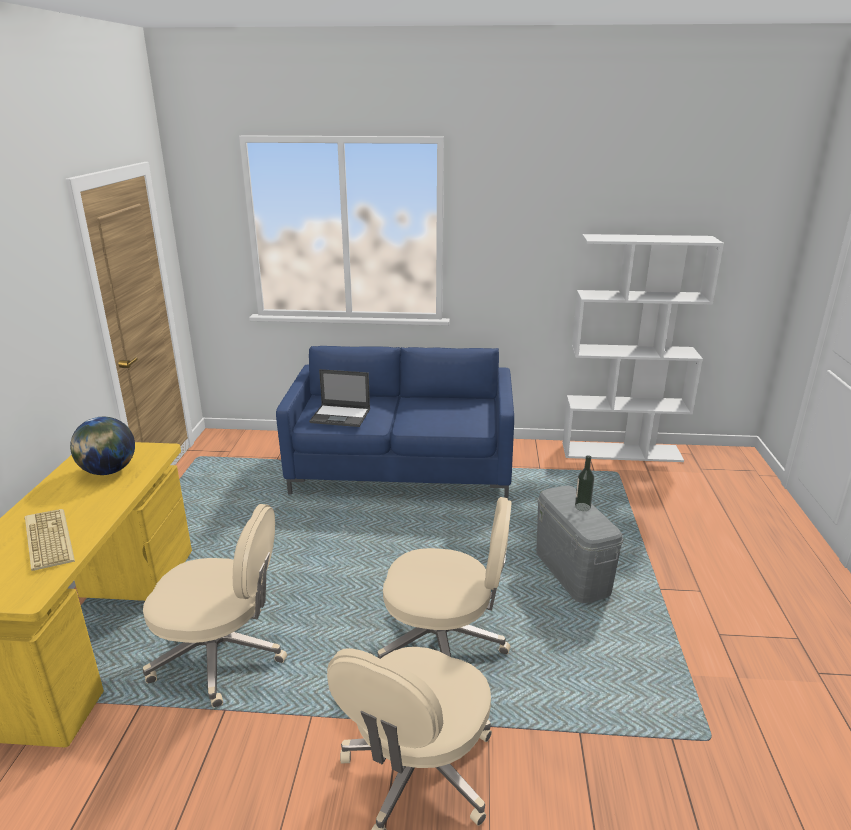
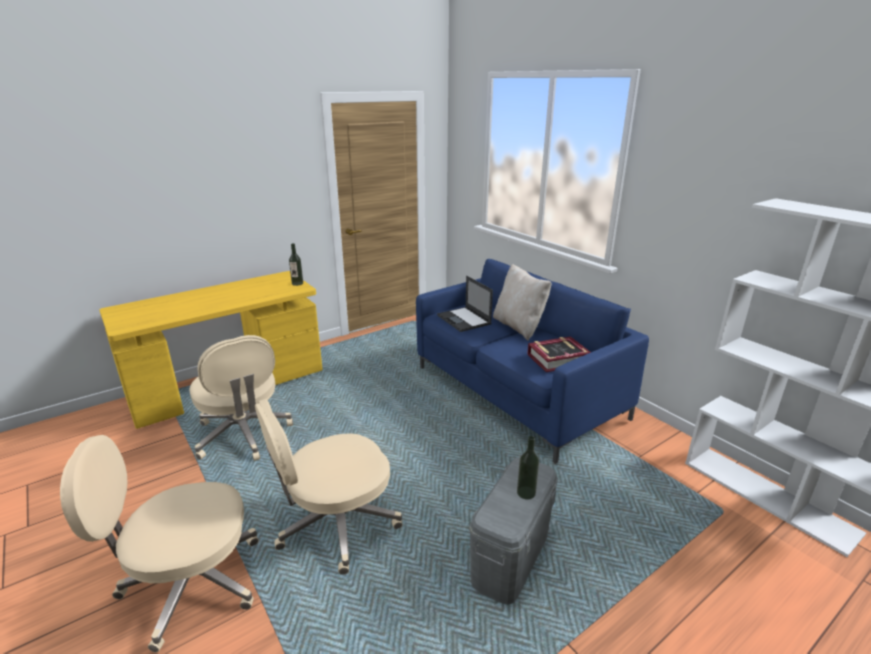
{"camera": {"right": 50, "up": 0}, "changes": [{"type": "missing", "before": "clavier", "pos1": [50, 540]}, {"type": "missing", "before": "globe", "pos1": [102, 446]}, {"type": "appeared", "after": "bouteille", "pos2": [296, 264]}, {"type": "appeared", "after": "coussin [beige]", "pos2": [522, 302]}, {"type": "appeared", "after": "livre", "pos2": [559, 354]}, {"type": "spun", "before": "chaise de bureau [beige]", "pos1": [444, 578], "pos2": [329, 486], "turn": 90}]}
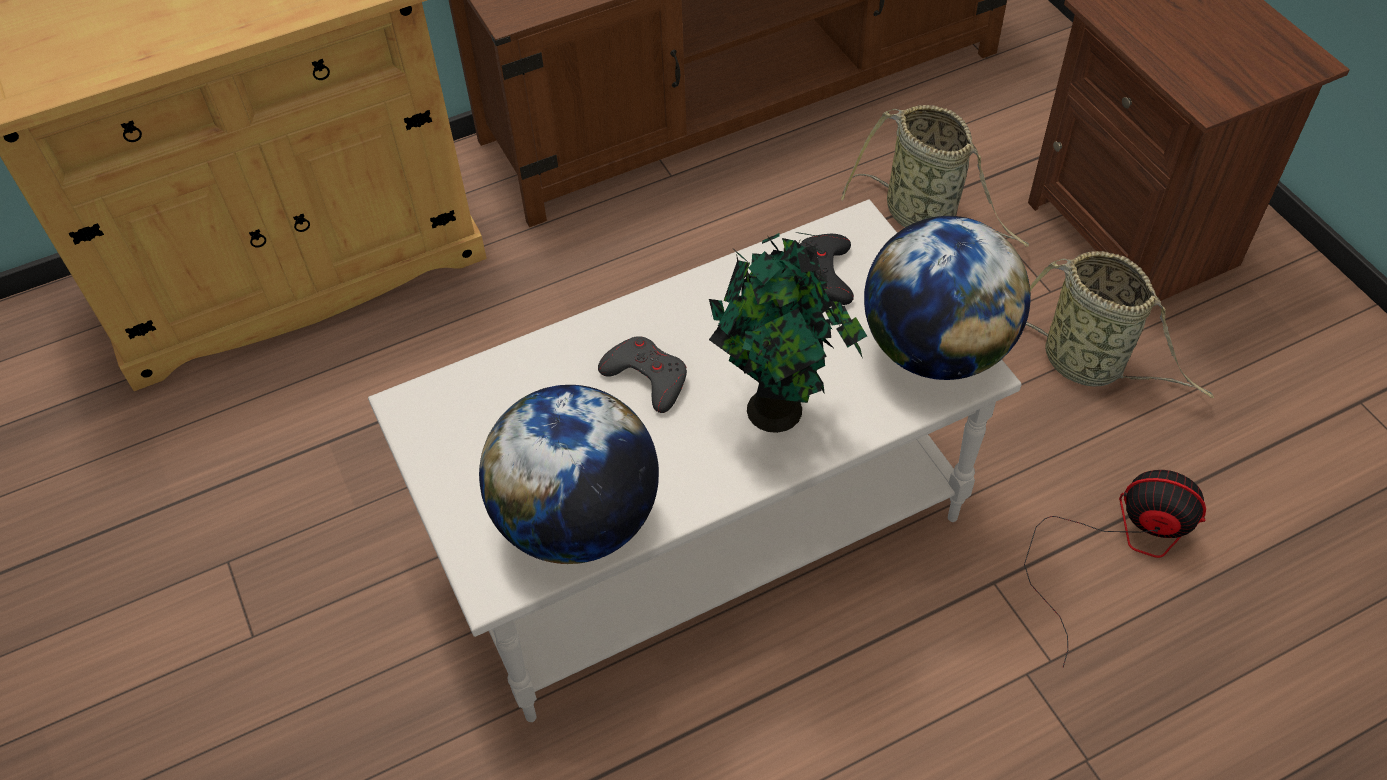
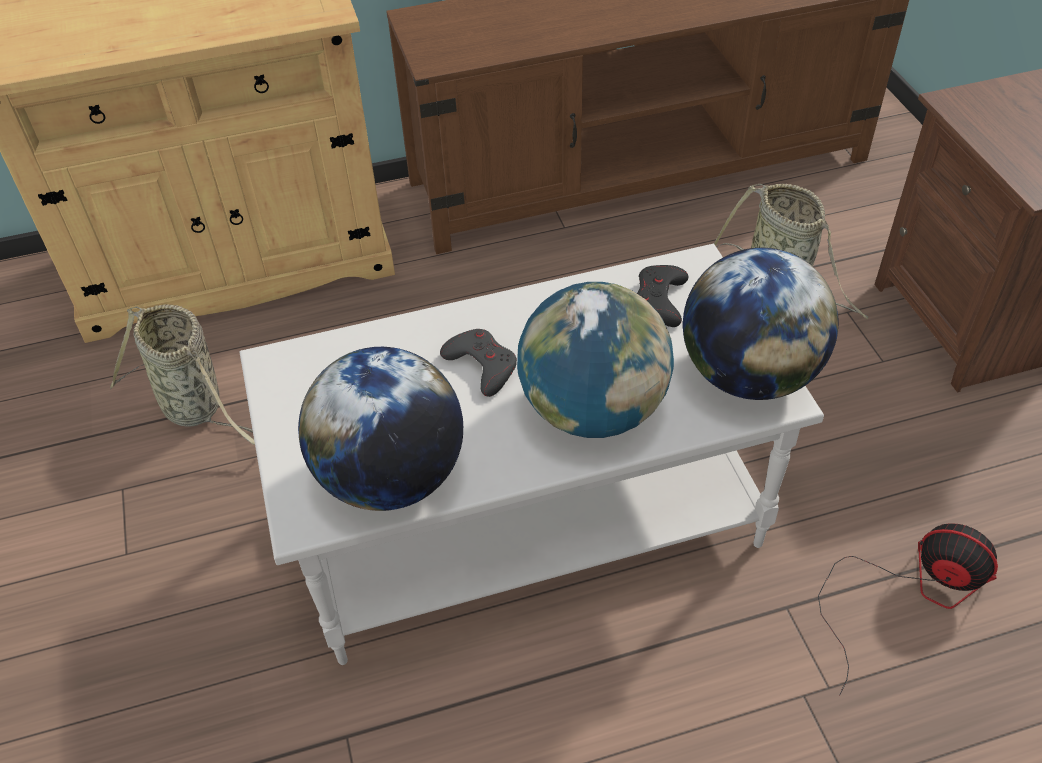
{"camera": {"right": 10, "up": -5}, "changes": [{"type": "relocated", "before": "panier", "pos1": [1120, 324], "pos2": [182, 374]}, {"type": "exchanged", "before": "plante en pot", "after": "globe", "pos1": [788, 333], "pos2": [595, 360]}]}
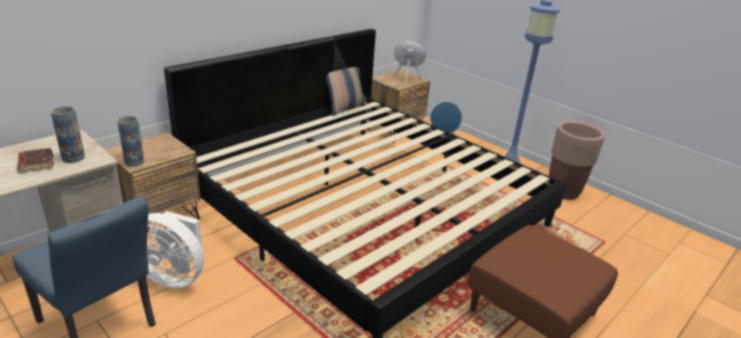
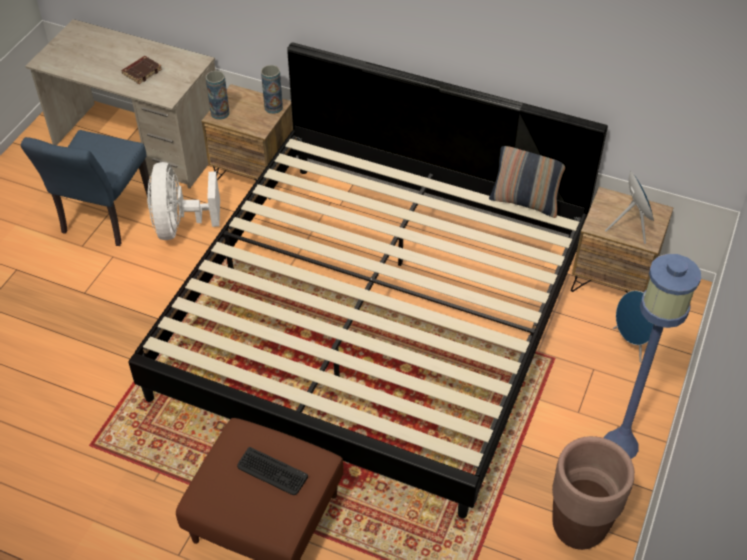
{"camera": {"right": 70, "up": 20}, "changes": [{"type": "appeared", "after": "clavier", "pos2": [272, 471]}, {"type": "relocated", "before": "vase", "pos1": [68, 134], "pos2": [272, 89]}]}
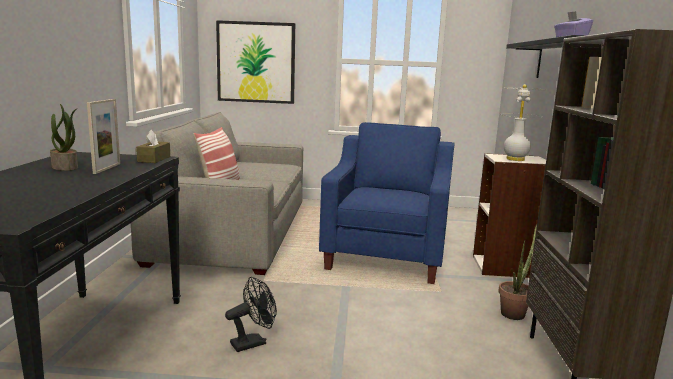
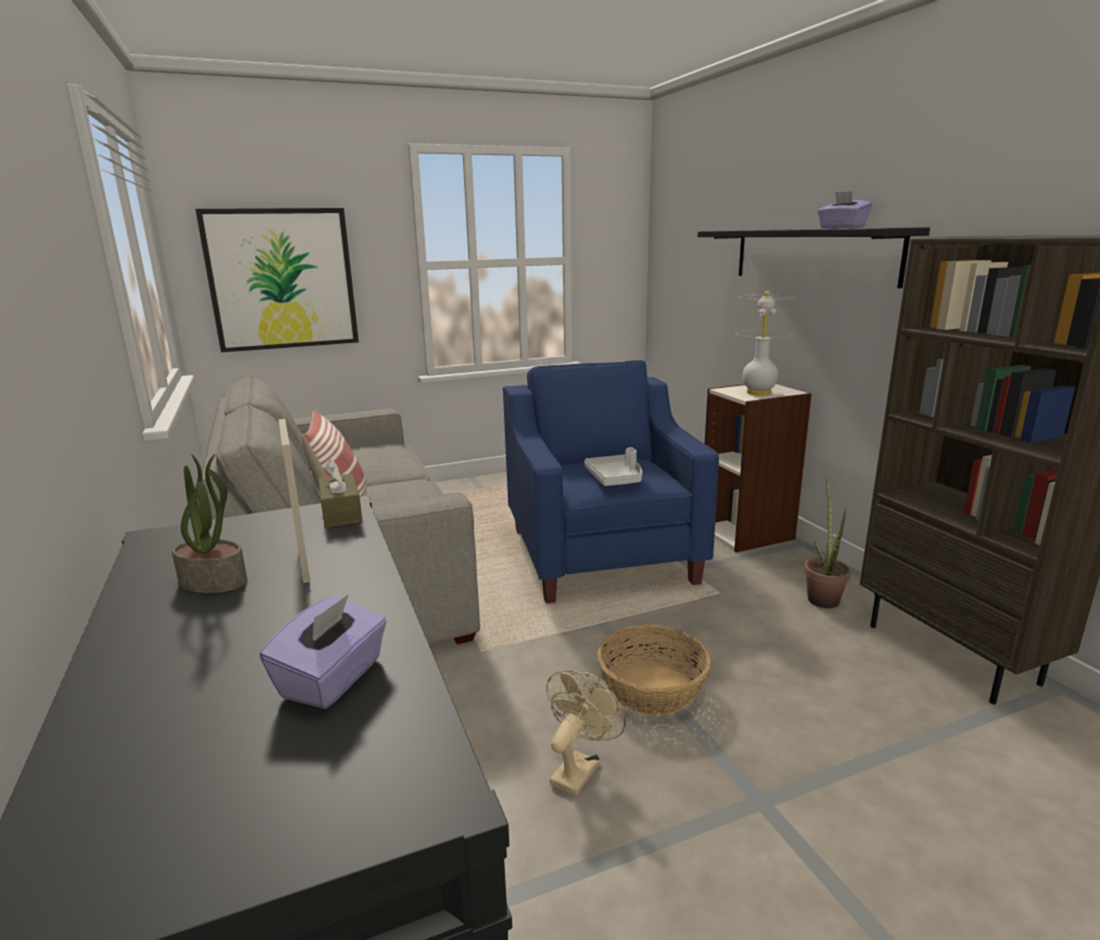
{"camera": {"right": -25, "up": 5}, "changes": [{"type": "appeared", "after": "boîte à mouchoirs [violet]", "pos2": [323, 651]}, {"type": "appeared", "after": "plateau [gris]", "pos2": [613, 466]}, {"type": "appeared", "after": "panier", "pos2": [654, 670]}, {"type": "colour", "before": "ventilateur [noir]", "after": "ventilateur [beige]", "pos1": [251, 314], "pos2": [586, 733]}]}
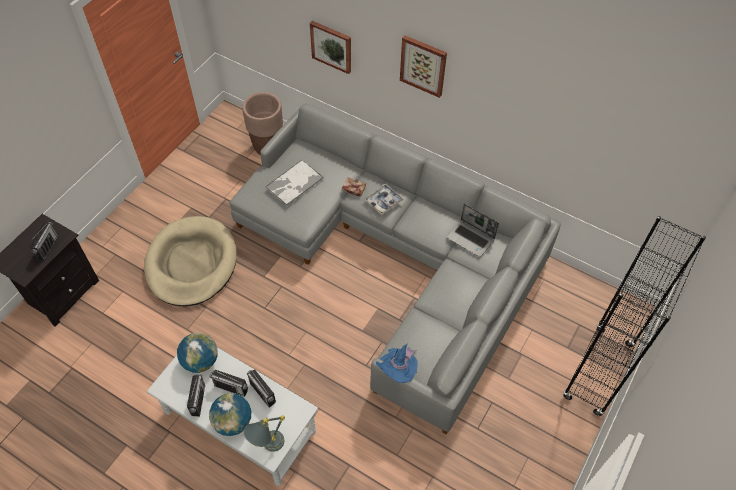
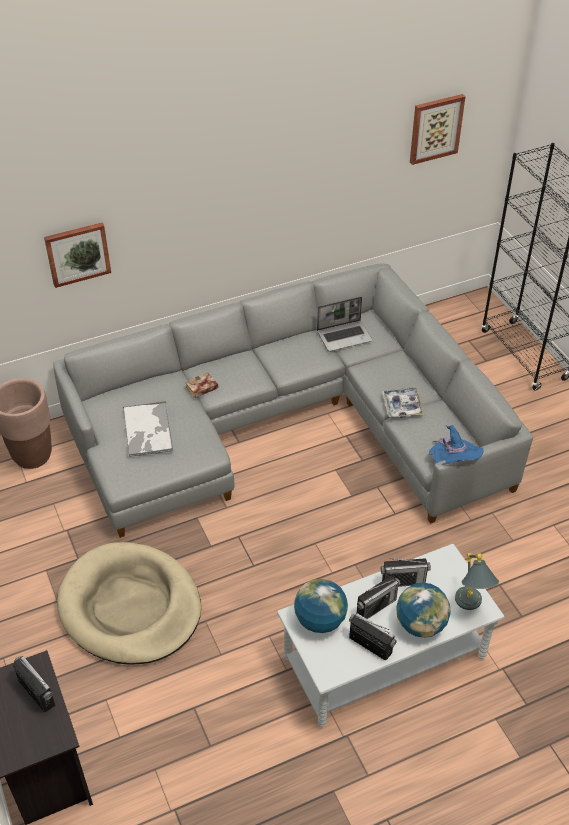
{"camera": {"right": -55, "up": -10}, "changes": [{"type": "relocated", "before": "plateau", "pos1": [383, 199], "pos2": [403, 402]}, {"type": "relocated", "before": "tableau", "pos1": [423, 66], "pos2": [437, 129]}]}
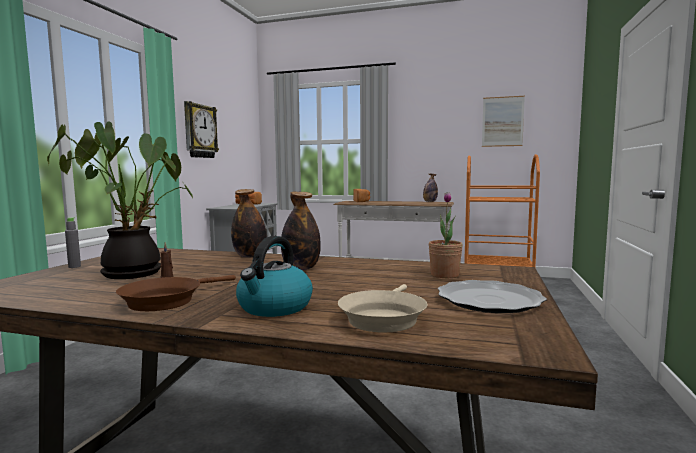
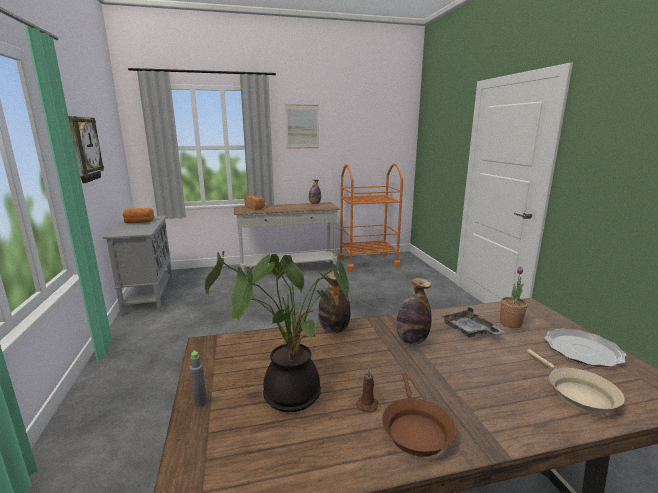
{"camera": {"right": -30, "up": 10}, "changes": [{"type": "missing", "before": "bouilloire", "pos1": [274, 276]}, {"type": "appeared", "after": "plateau [gris]", "pos2": [472, 322]}, {"type": "relocated", "before": "tableau", "pos1": [503, 121], "pos2": [302, 126]}]}
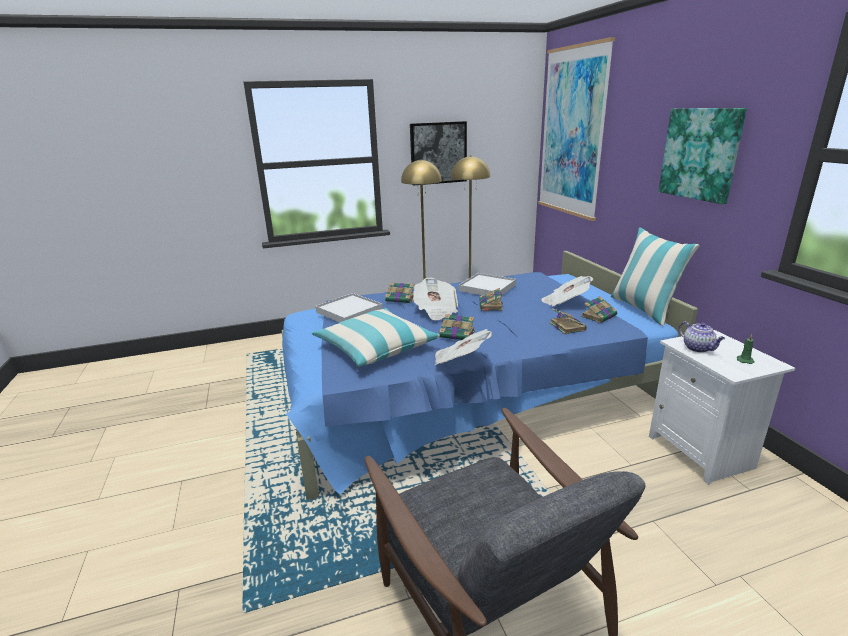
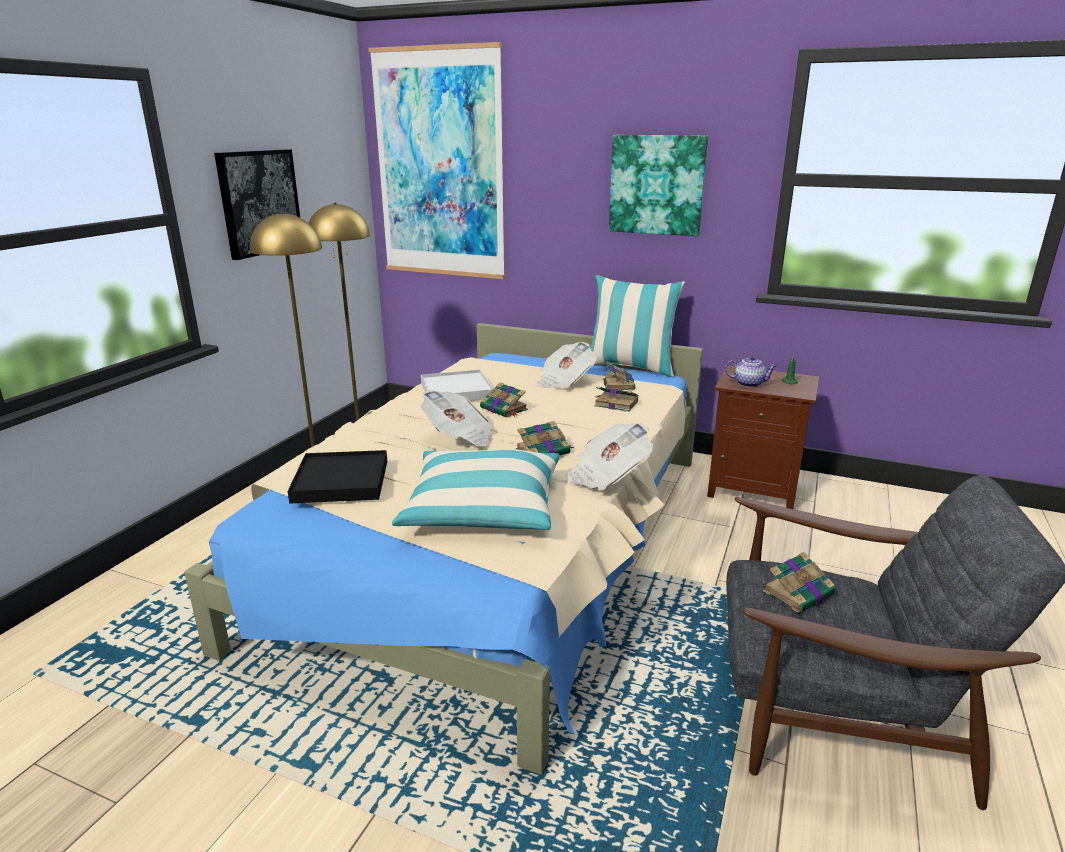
{"camera": {"right": -50, "up": 0}, "changes": [{"type": "relocated", "before": "livre", "pos1": [399, 292], "pos2": [799, 582]}, {"type": "colour", "before": "lit [bleu]", "after": "lit [beige]", "pos1": [490, 375], "pos2": [443, 548]}, {"type": "colour", "before": "plateau [blanc]", "after": "plateau [noir]", "pos1": [348, 308], "pos2": [337, 477]}, {"type": "colour", "before": "table de chevet [blanc]", "after": "table de chevet [marron]", "pos1": [722, 407], "pos2": [763, 437]}]}
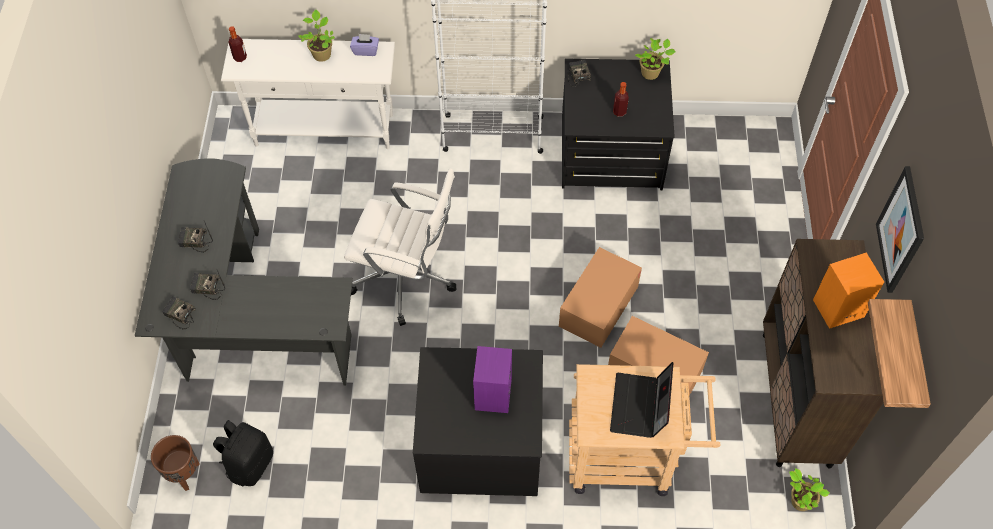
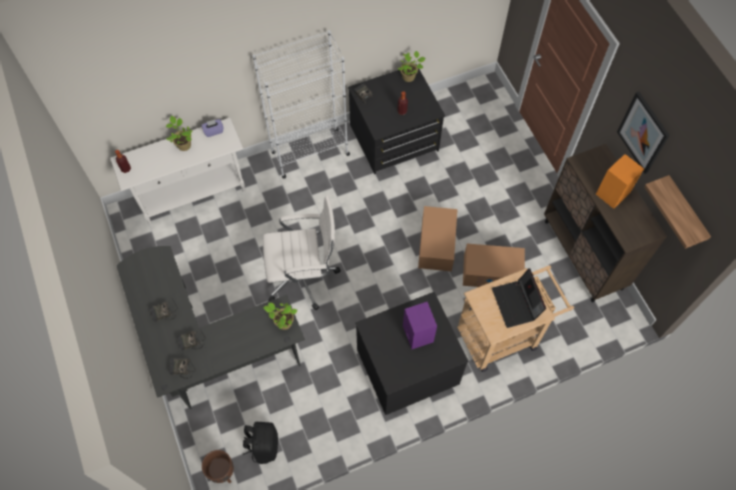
{"camera": {"right": -25, "up": 5}, "changes": [{"type": "relocated", "before": "plante en pot", "pos1": [809, 489], "pos2": [280, 316]}]}
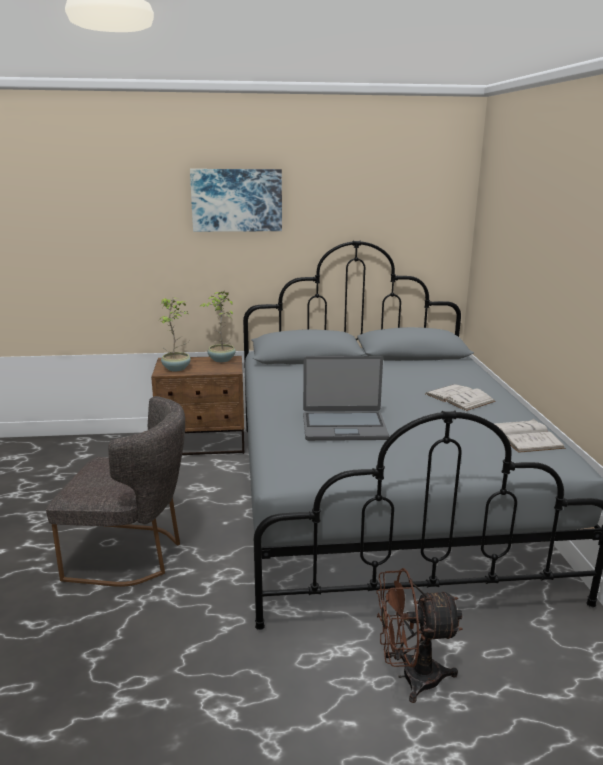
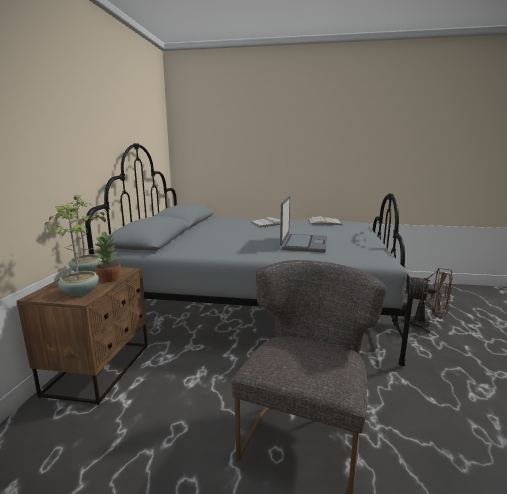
{"camera": {"right": -75, "up": -5}, "changes": [{"type": "missing", "before": "tableau", "pos1": [236, 200]}, {"type": "appeared", "after": "plante en pot", "pos2": [107, 257]}, {"type": "spun", "before": "ventilateur [marron]", "pos1": [419, 635], "pos2": [426, 301], "turn": -75}]}
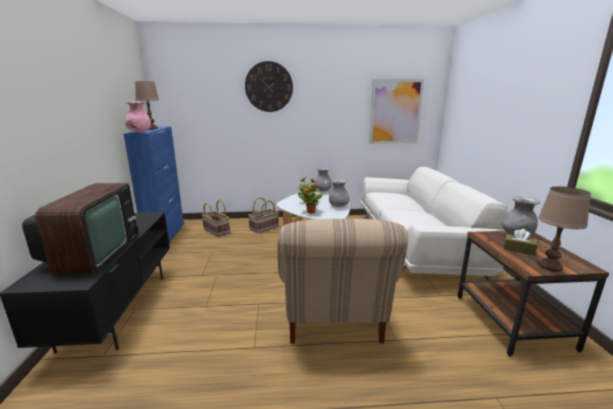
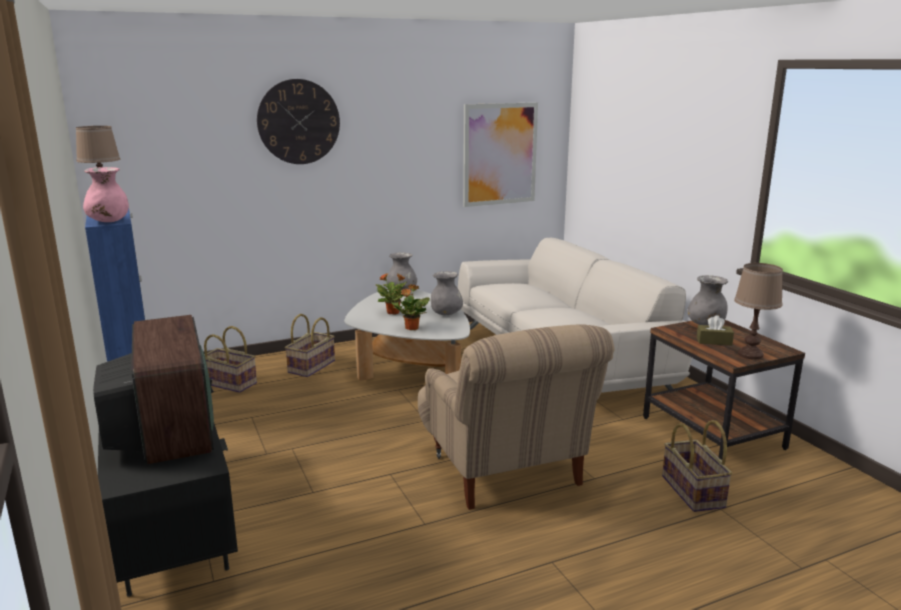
{"camera": {"right": -20, "up": 0}, "changes": [{"type": "appeared", "after": "panier", "pos2": [697, 466]}]}
